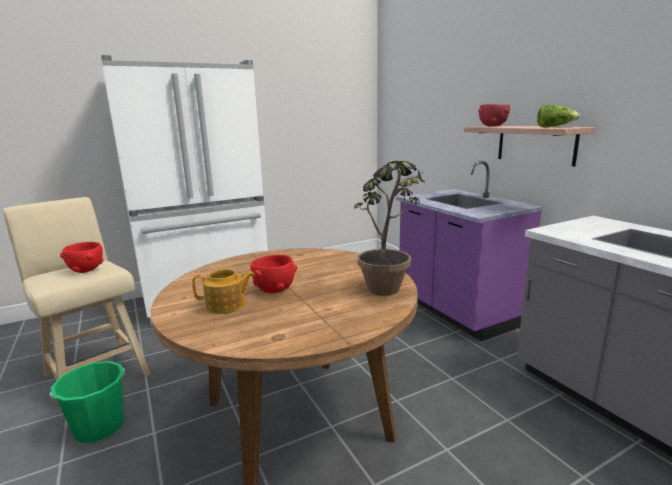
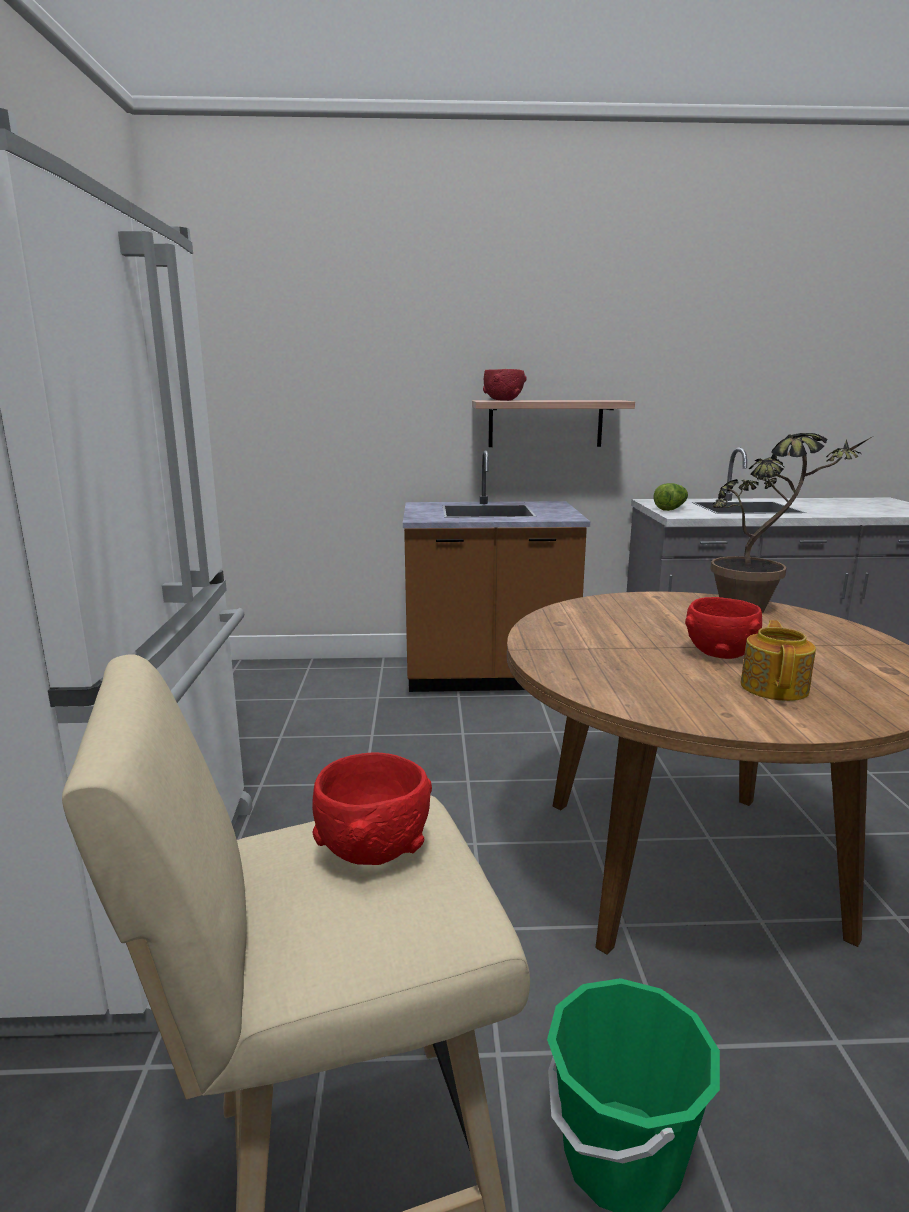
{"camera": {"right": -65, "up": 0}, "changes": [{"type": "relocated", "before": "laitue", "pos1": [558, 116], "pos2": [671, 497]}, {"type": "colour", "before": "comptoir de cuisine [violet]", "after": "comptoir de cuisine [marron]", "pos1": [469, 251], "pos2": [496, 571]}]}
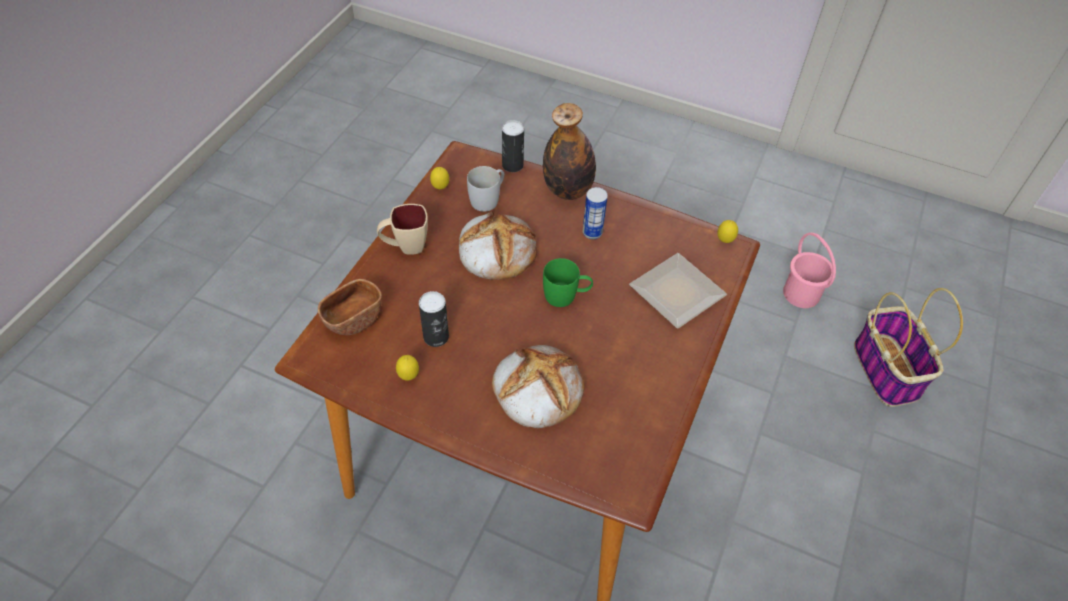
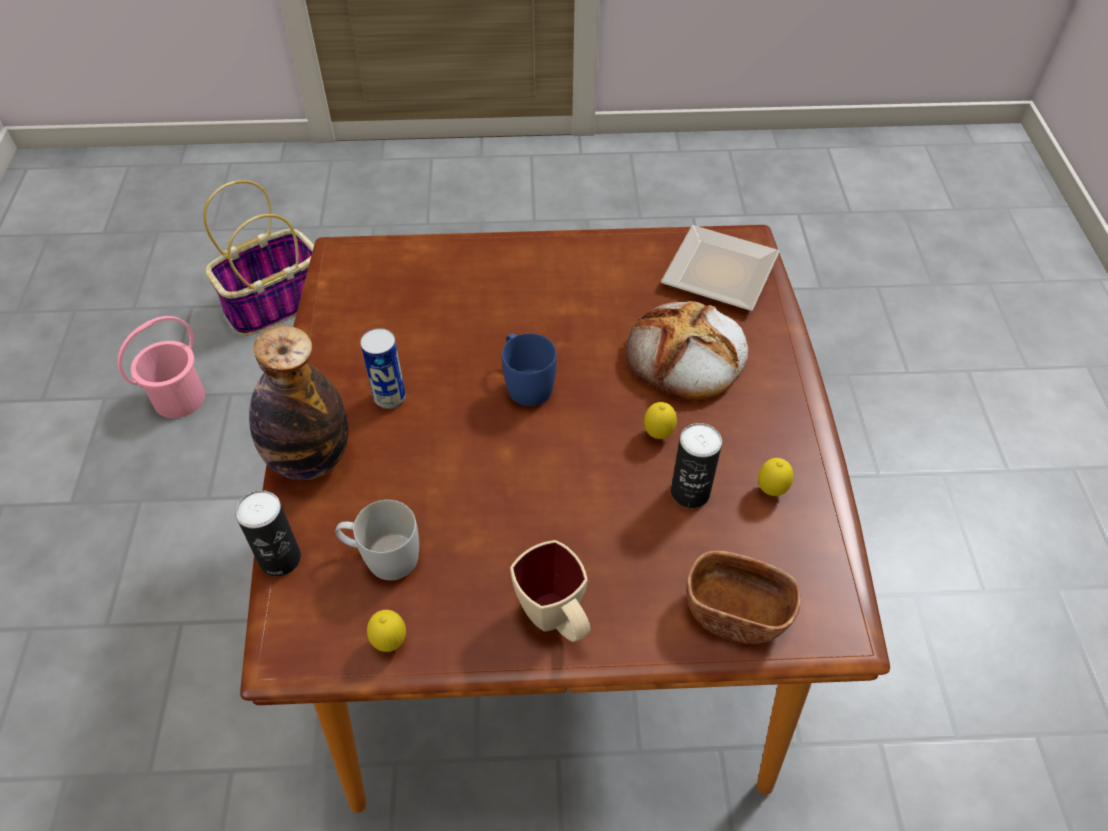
{"camera": {"right": -115, "up": 0}, "changes": [{"type": "missing", "before": "pain", "pos1": [498, 245]}, {"type": "relocated", "before": "assiette", "pos1": [678, 290], "pos2": [720, 268]}, {"type": "relocated", "before": "citron", "pos1": [728, 231], "pos2": [660, 420]}, {"type": "colour", "before": "mug [vert]", "after": "mug [bleu]", "pos1": [568, 282], "pos2": [529, 369]}]}
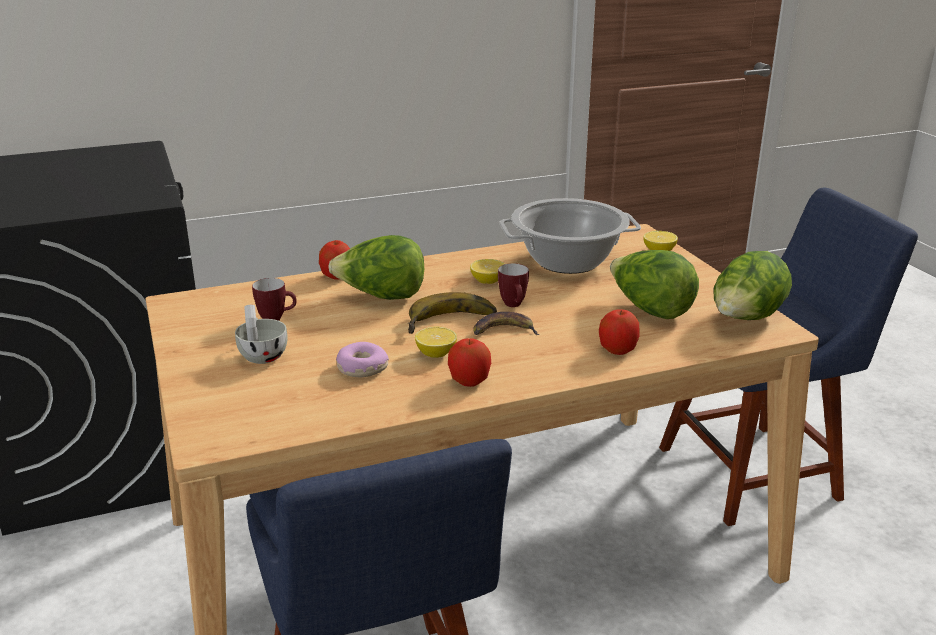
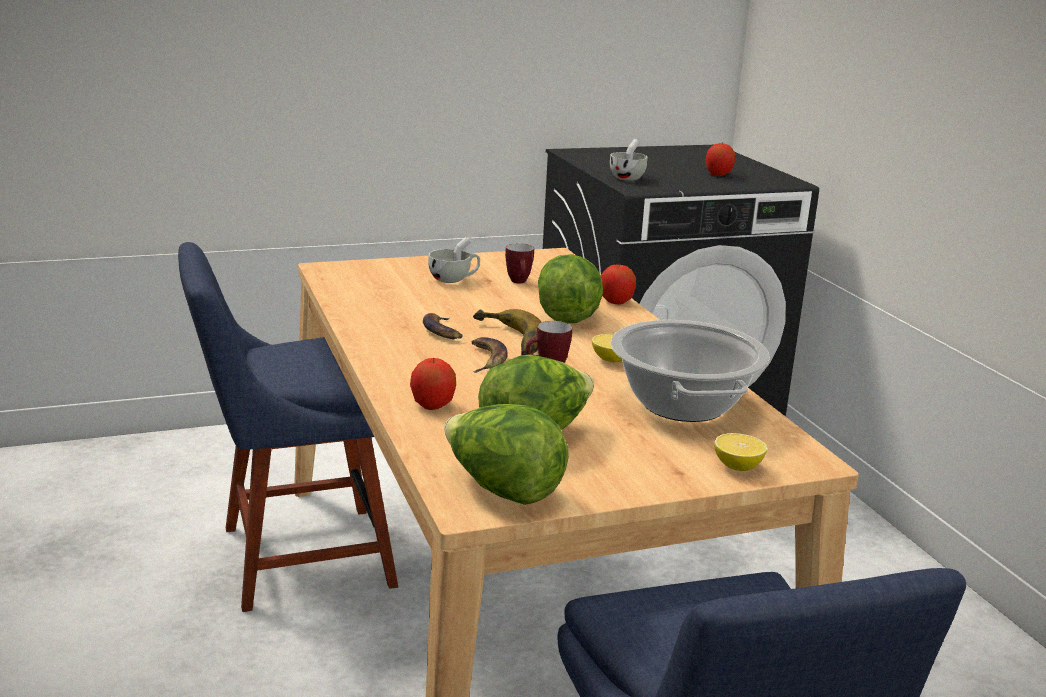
{"camera": {"right": 90, "up": -5}, "changes": [{"type": "missing", "before": "beignet", "pos1": [362, 359]}, {"type": "appeared", "after": "tasse [blanc]", "pos2": [629, 160]}, {"type": "relocated", "before": "pomme", "pos1": [469, 362], "pos2": [720, 159]}, {"type": "exchanged", "before": "citron", "after": "banane", "pos1": [436, 342], "pos2": [443, 326]}]}
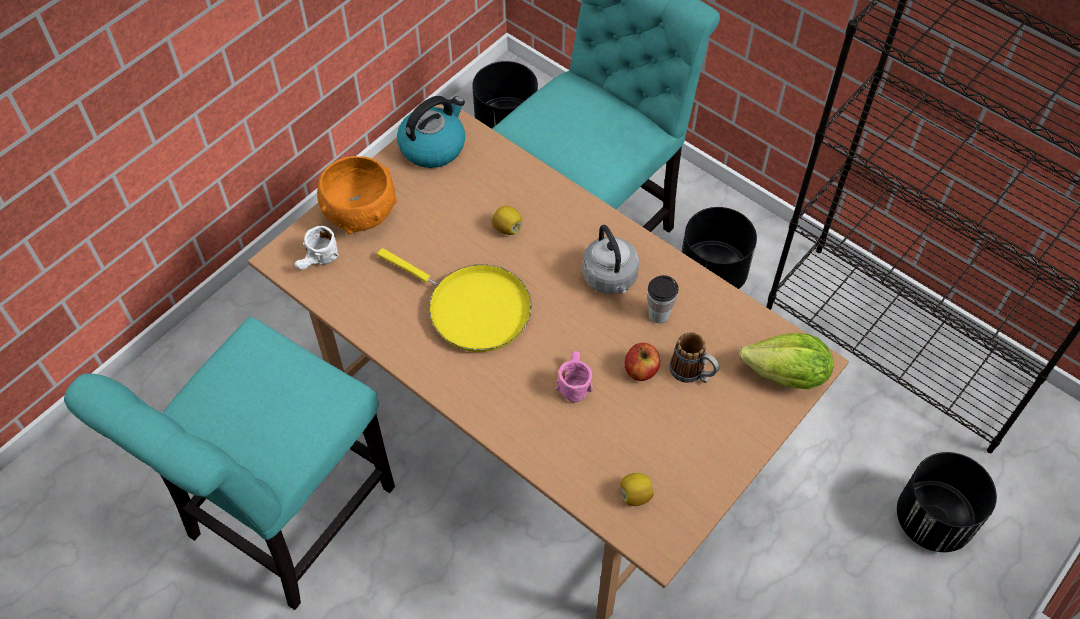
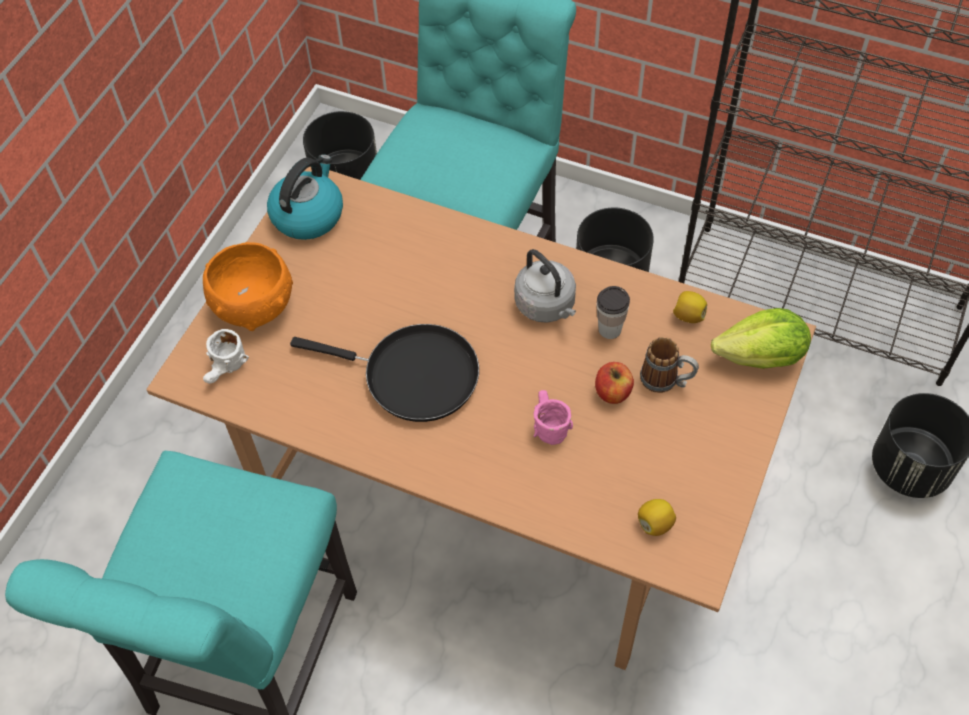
{"camera": {"right": -15, "up": 0}, "changes": [{"type": "relocated", "before": "citron", "pos1": [507, 220], "pos2": [690, 307]}, {"type": "colour", "before": "poêle [jaune]", "after": "poêle [noir]", "pos1": [454, 300], "pos2": [384, 373]}]}
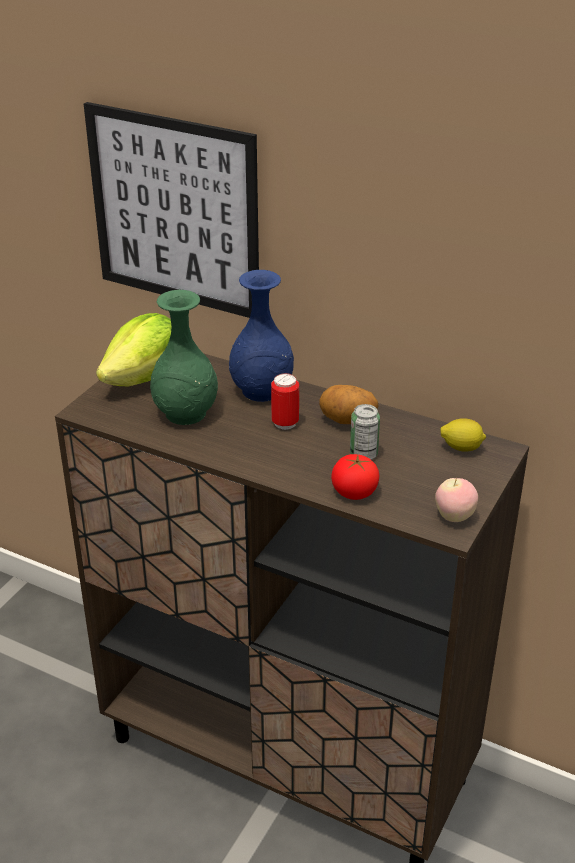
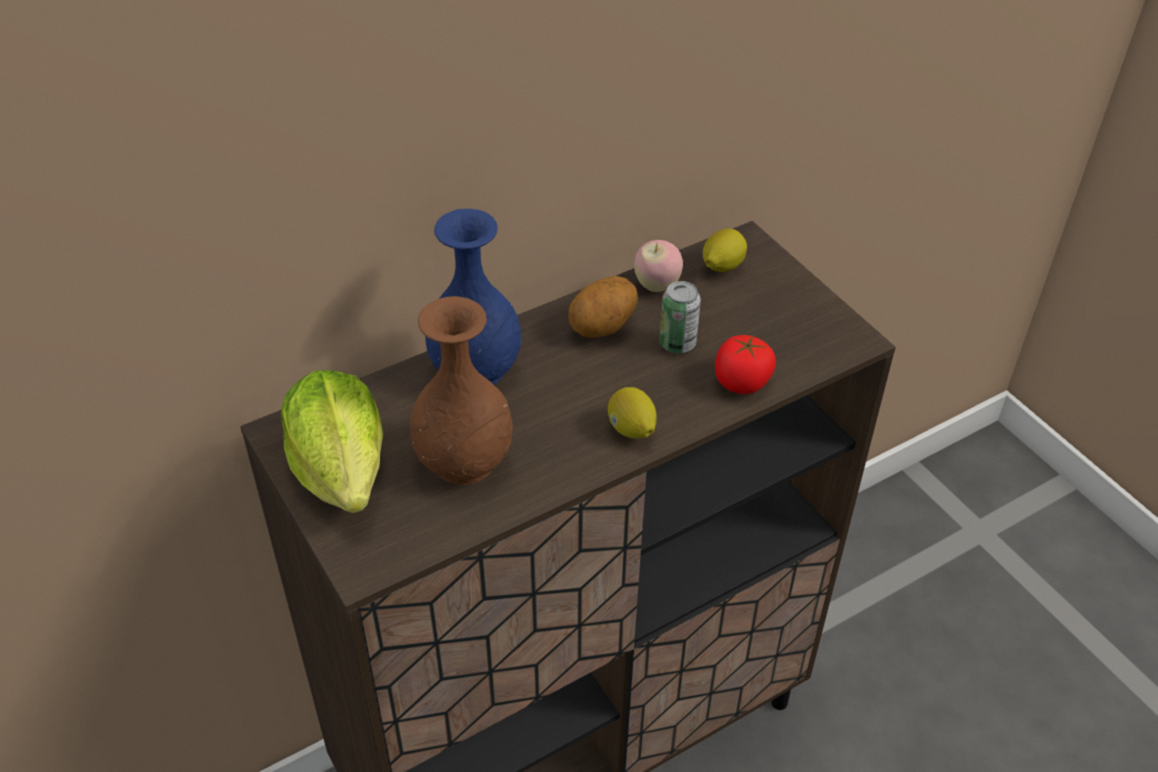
{"camera": {"right": -60, "up": 10}, "changes": [{"type": "missing", "before": "tableau", "pos1": [171, 210]}, {"type": "missing", "before": "boîte métallique", "pos1": [285, 401]}, {"type": "appeared", "after": "citron", "pos2": [632, 413]}, {"type": "relocated", "before": "pomme", "pos1": [456, 500], "pos2": [658, 266]}, {"type": "colour", "before": "vase [vert]", "after": "vase [marron]", "pos1": [184, 357], "pos2": [461, 390]}]}
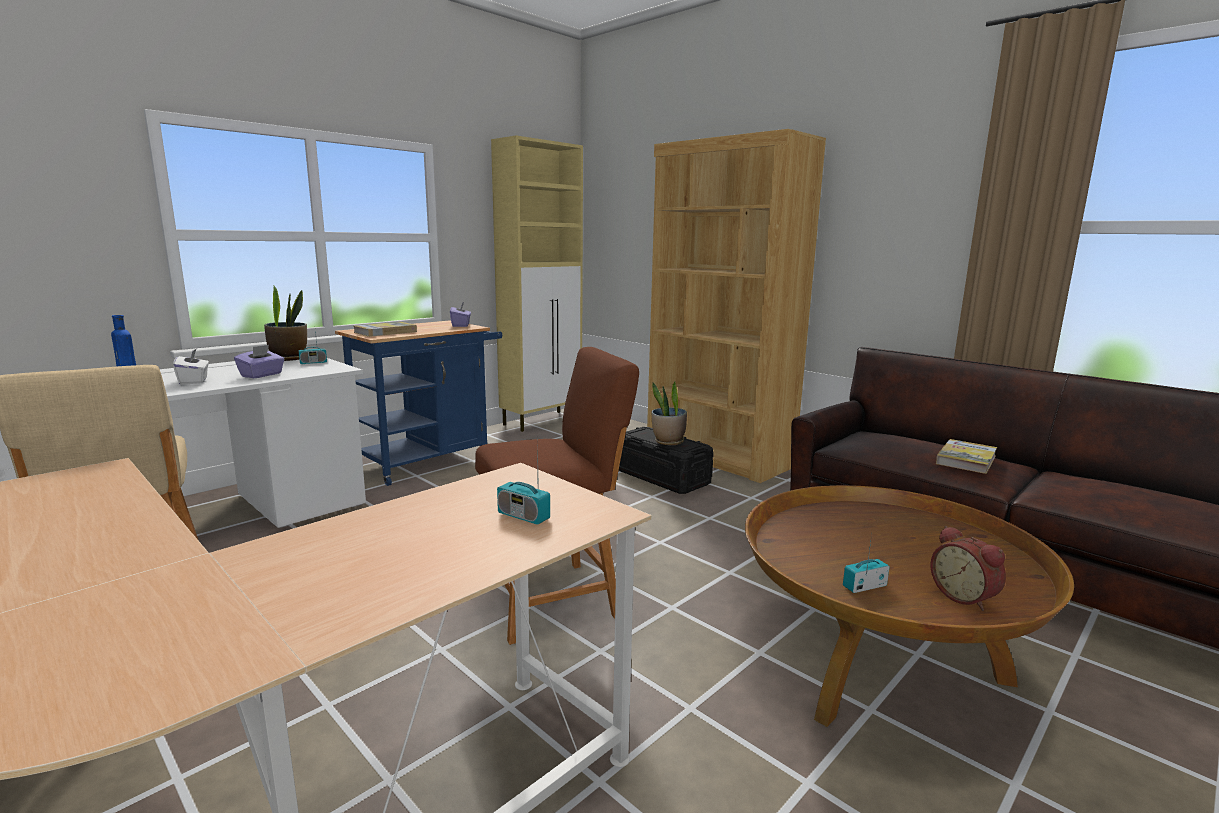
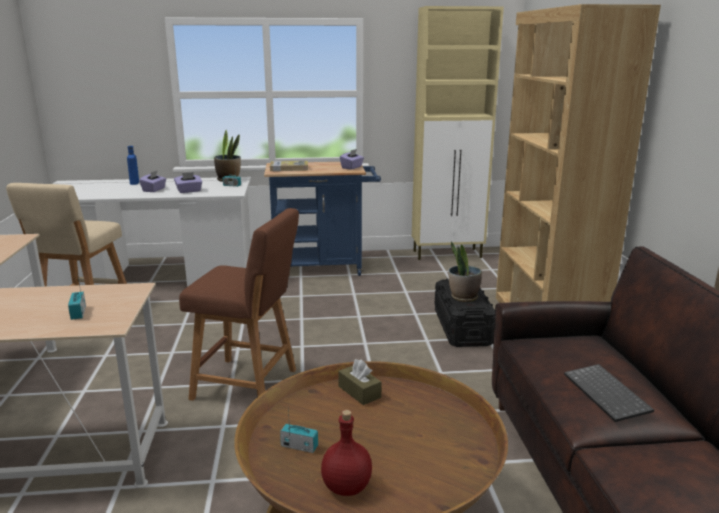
{"camera": {"right": 40, "up": 5}, "changes": [{"type": "appeared", "after": "boîte à mouchoirs [marron]", "pos2": [360, 382]}, {"type": "exchanged", "before": "réveil", "after": "bouteille [rouge]", "pos1": [968, 568], "pos2": [346, 453]}, {"type": "exchanged", "before": "livre", "after": "clavier", "pos1": [966, 456], "pos2": [609, 393]}, {"type": "colour", "before": "boîte à mouchoirs [blanc]", "after": "boîte à mouchoirs [violet]", "pos1": [191, 366], "pos2": [152, 181]}]}
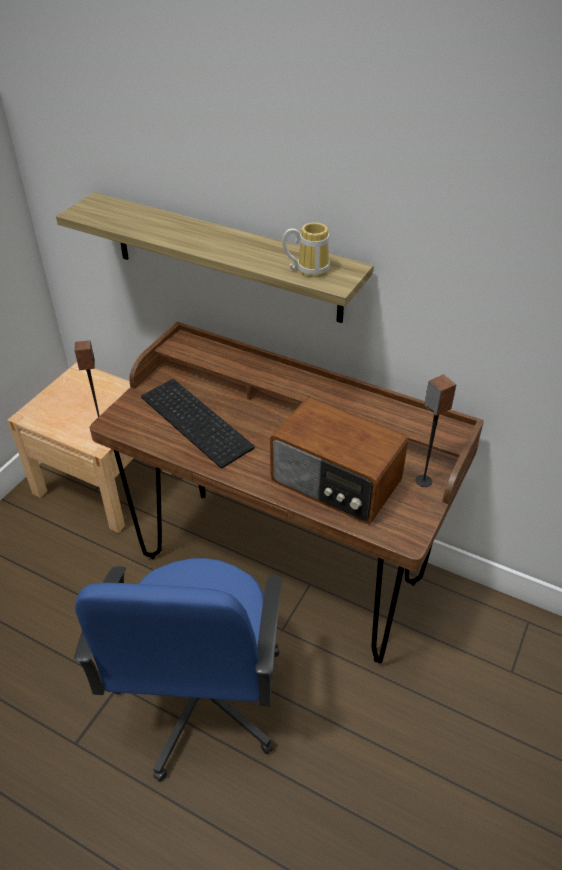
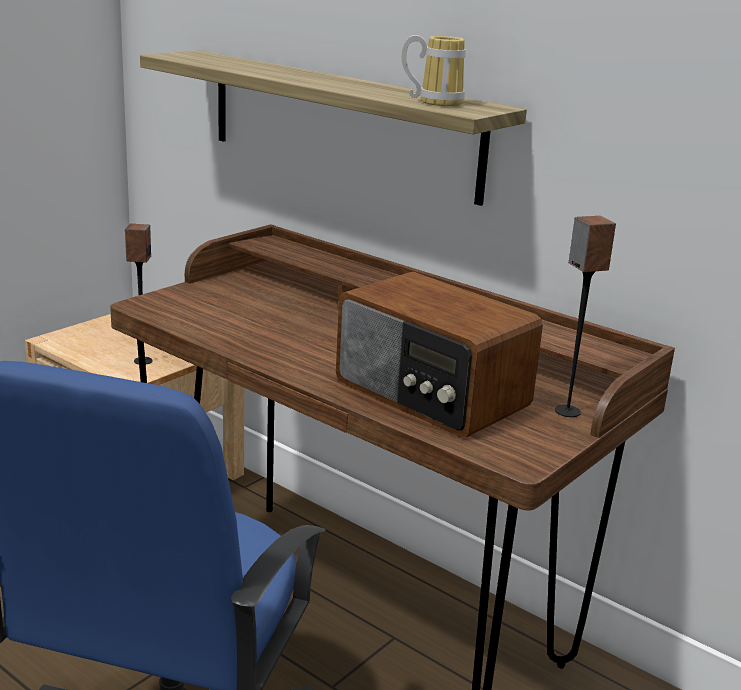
{"camera": {"right": 10, "up": -20}, "changes": [{"type": "missing", "before": "clavier", "pos1": [198, 423]}]}
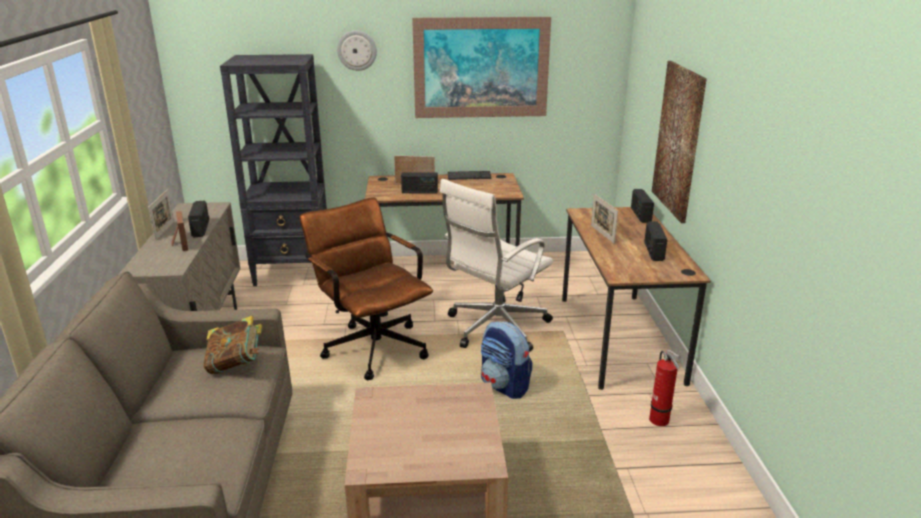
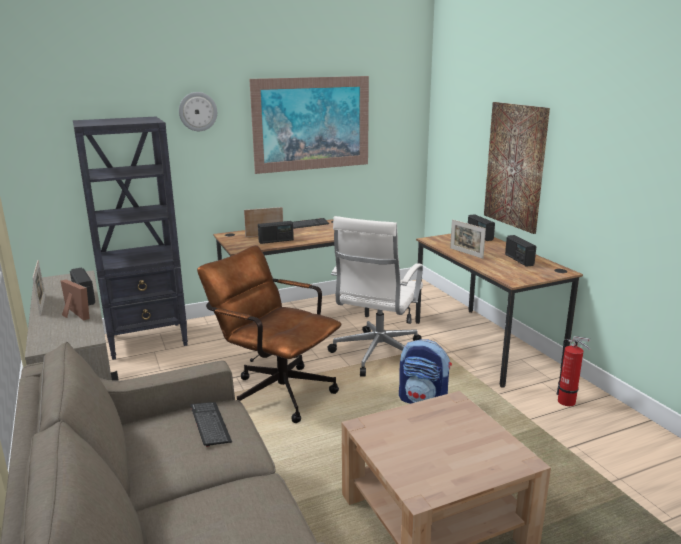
{"camera": {"right": -20, "up": -5}, "changes": [{"type": "exchanged", "before": "livre", "after": "clavier", "pos1": [232, 345], "pos2": [211, 424]}]}
